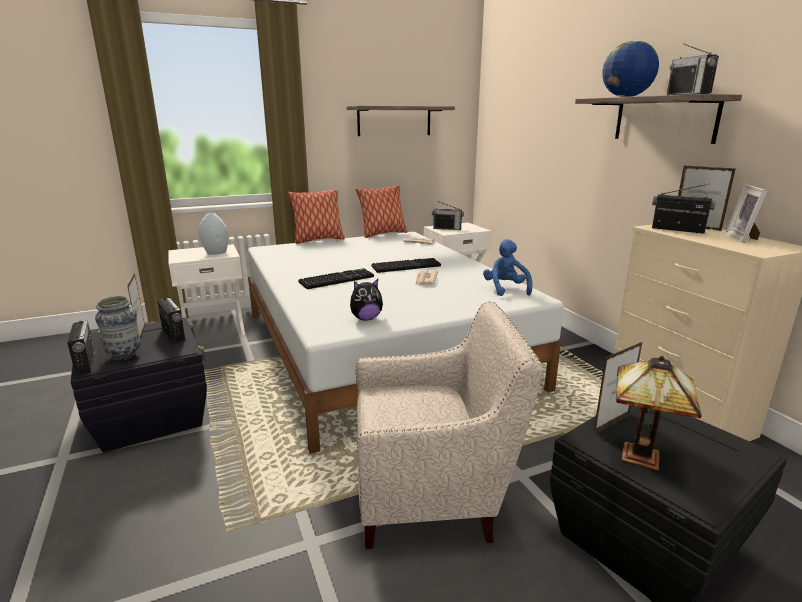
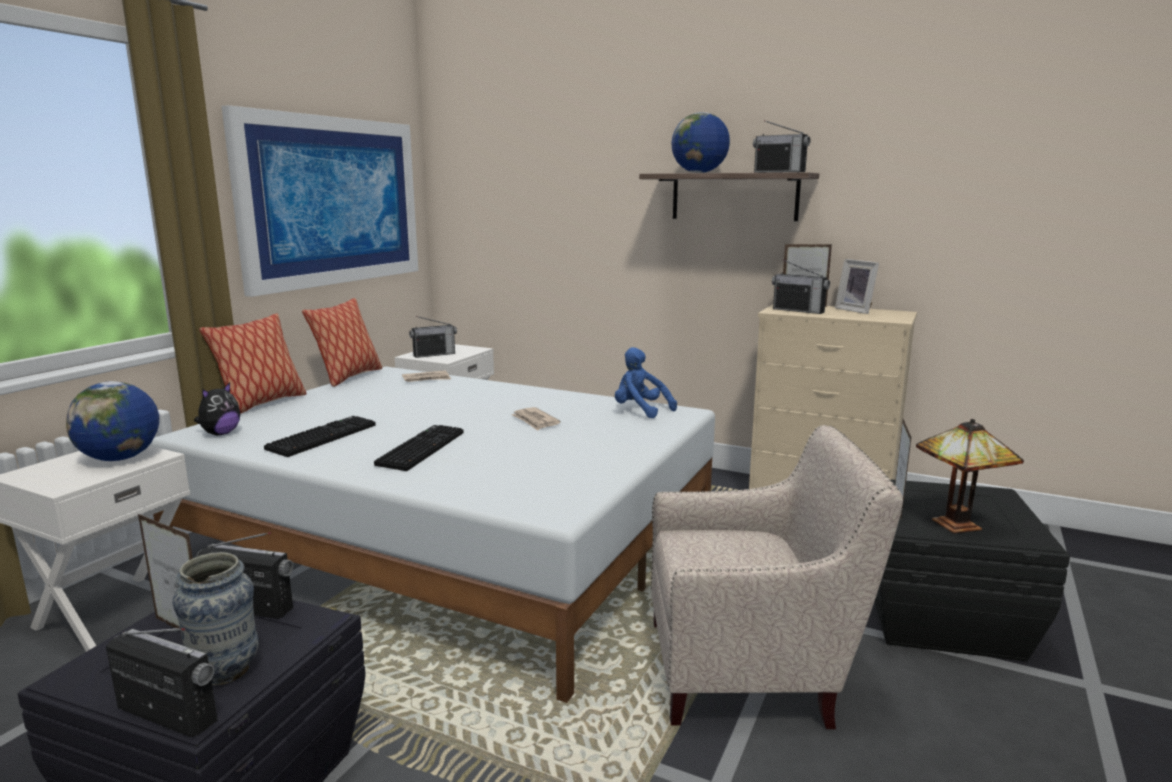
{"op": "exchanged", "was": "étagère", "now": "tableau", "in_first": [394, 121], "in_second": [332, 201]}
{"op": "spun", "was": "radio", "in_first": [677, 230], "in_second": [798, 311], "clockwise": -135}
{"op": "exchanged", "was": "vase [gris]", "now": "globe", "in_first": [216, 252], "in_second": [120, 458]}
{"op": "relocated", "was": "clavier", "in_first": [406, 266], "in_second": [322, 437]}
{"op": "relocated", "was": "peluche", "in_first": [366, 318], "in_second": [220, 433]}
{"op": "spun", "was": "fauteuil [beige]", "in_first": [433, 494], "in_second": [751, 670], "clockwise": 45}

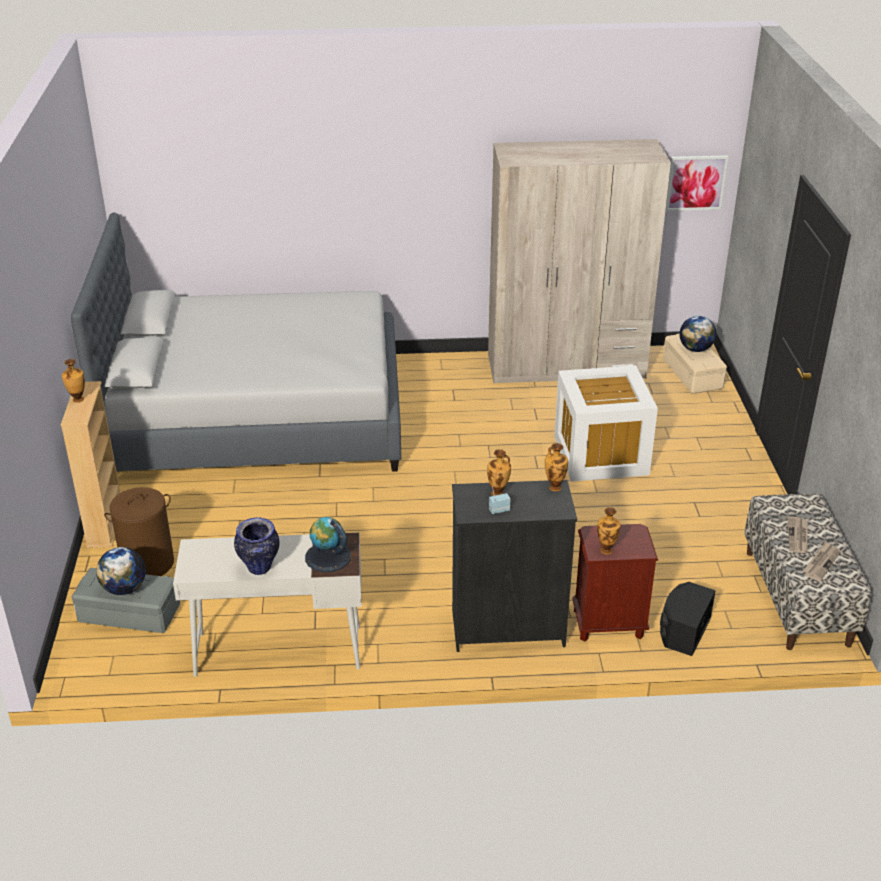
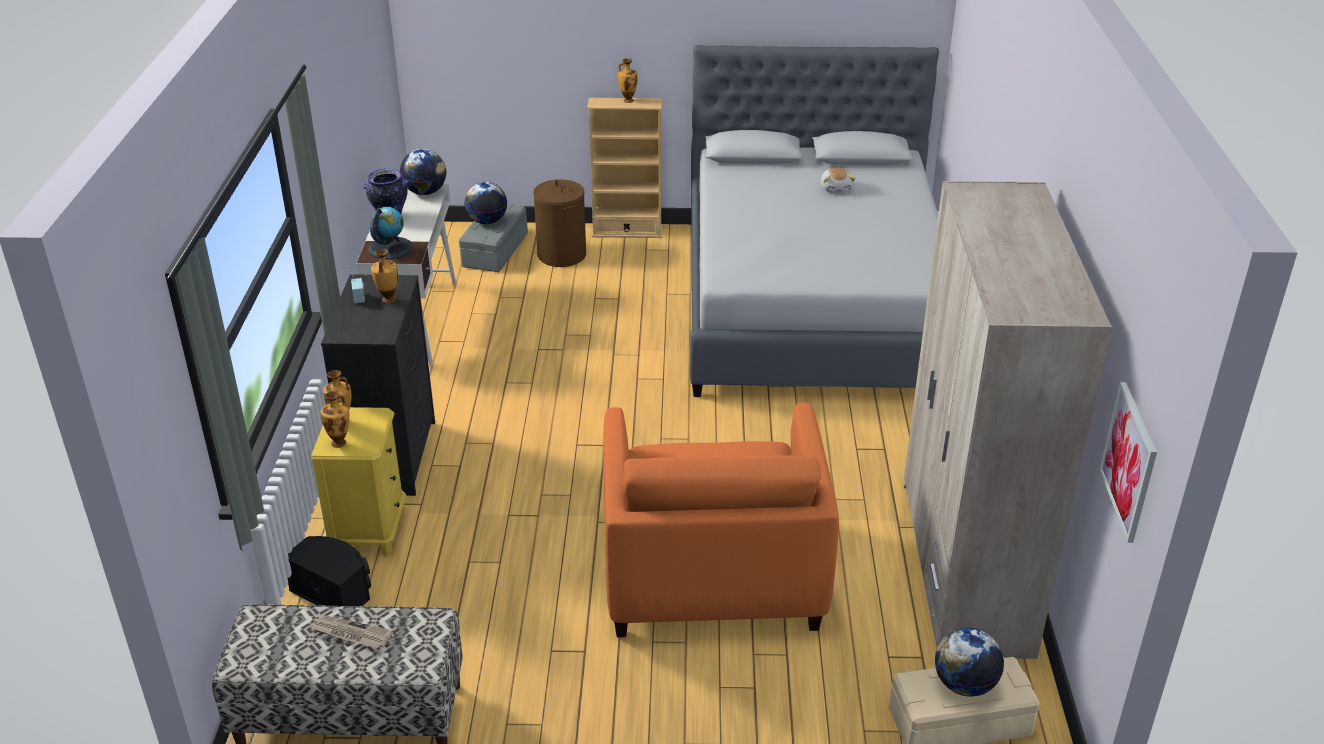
{"op": "exchanged", "was": "boîte de rangement [blanc]", "now": "fauteuil [orange]", "in_first": [602, 455], "in_second": [711, 573]}
{"op": "relocated", "was": "vase", "in_first": [554, 487], "in_second": [340, 443]}
{"op": "colour", "was": "table de chevet [marron]", "now": "table de chevet [jaune]", "in_first": [608, 624], "in_second": [370, 531]}
{"op": "missing", "was": "journal", "in_first": [821, 563]}
{"op": "appeared", "now": "globe", "in_second": [425, 192]}
{"op": "appeared", "now": "peluche", "in_second": [836, 188]}

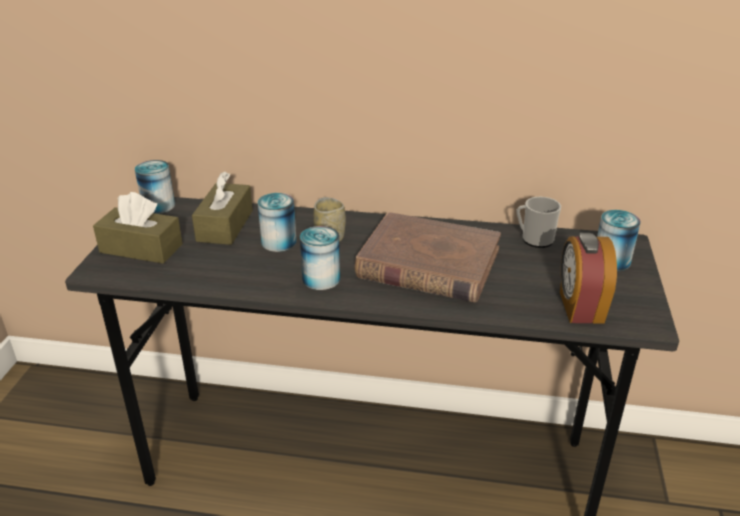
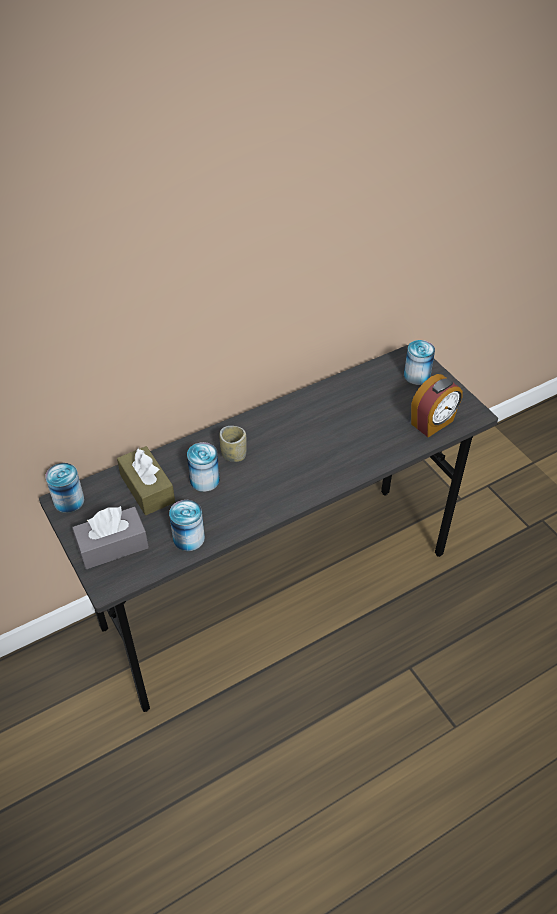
{"op": "colour", "was": "boîte à mouchoirs [marron]", "now": "boîte à mouchoirs [gris]", "in_first": [141, 248], "in_second": [112, 546]}
{"op": "missing", "was": "mug", "in_first": [534, 239]}
{"op": "missing", "was": "livre [marron]", "in_first": [428, 263]}
{"op": "relocated", "was": "boîte métallique", "in_first": [321, 279], "in_second": [189, 538]}
{"op": "spun", "was": "réveil", "in_first": [579, 307], "in_second": [433, 423], "clockwise": -90}

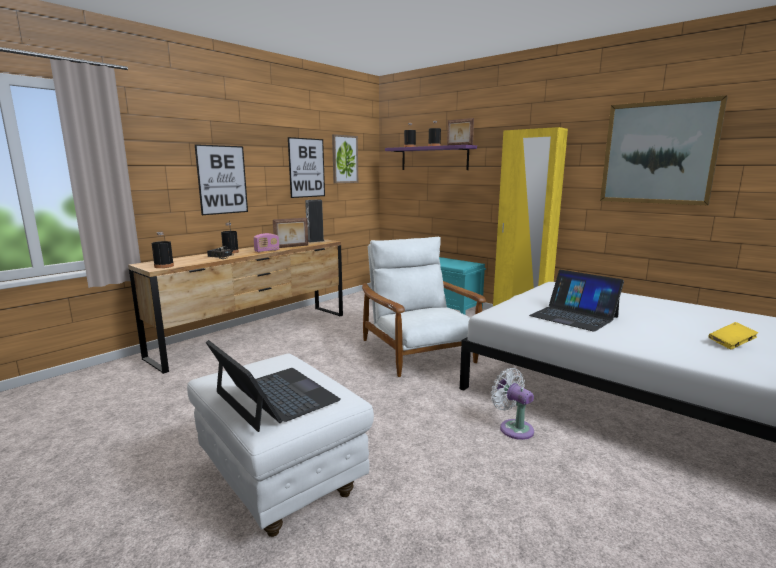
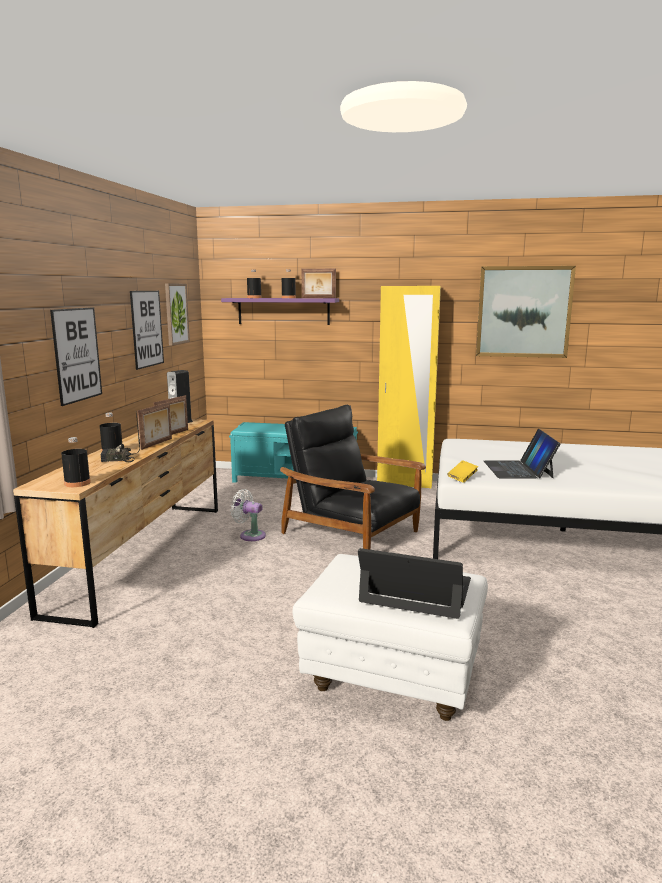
{"op": "exchanged", "was": "radio", "now": "cadre photo", "in_first": [267, 251], "in_second": [157, 444]}
{"op": "colour", "was": "fauteuil [blanc]", "now": "fauteuil [noir]", "in_first": [418, 351], "in_second": [352, 533]}
{"op": "spun", "was": "ordinateur portable", "in_first": [573, 316], "in_second": [518, 469], "clockwise": 75}
{"op": "relocated", "was": "livre [jaune]", "in_first": [731, 344], "in_second": [462, 478]}
{"op": "relocated", "was": "ventilateur [blanc]", "in_first": [513, 428], "in_second": [250, 535]}

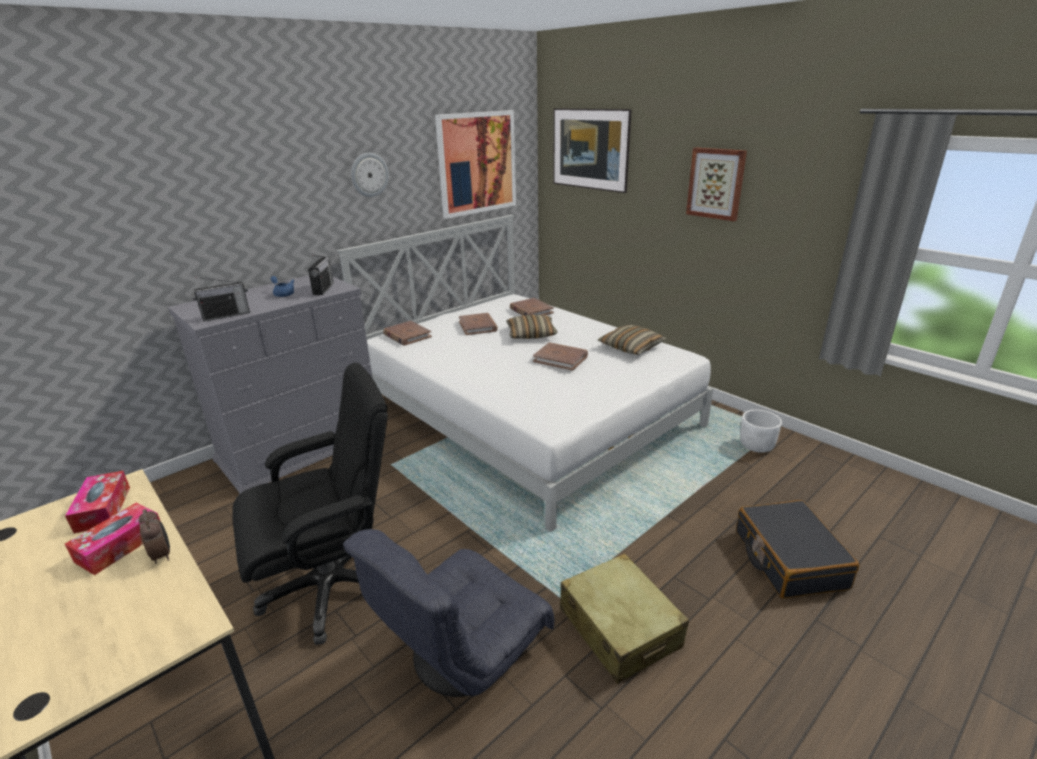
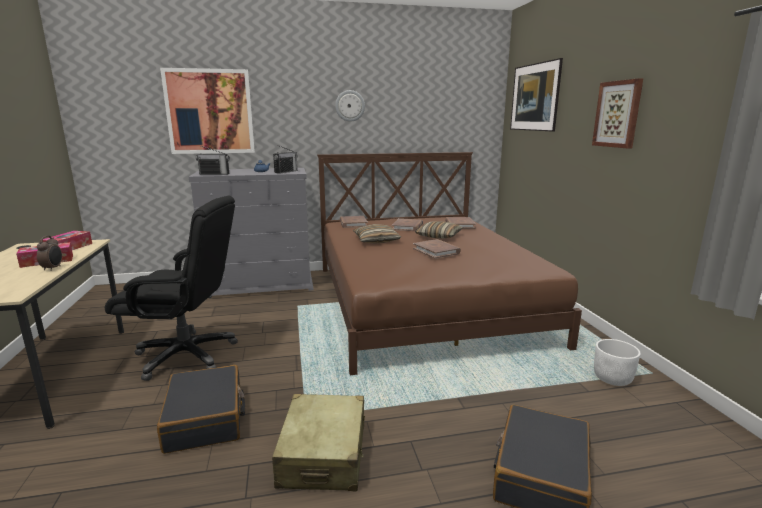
{"op": "relocated", "was": "tableau", "in_first": [477, 163], "in_second": [210, 112]}
{"op": "colour", "was": "lit [blanc]", "now": "lit [marron]", "in_first": [527, 414], "in_second": [422, 302]}
{"op": "relocated", "was": "coussin", "in_first": [631, 347], "in_second": [376, 240]}
{"op": "exchanged", "was": "fauteuil [gris]", "now": "valise [noir]", "in_first": [460, 652], "in_second": [206, 419]}

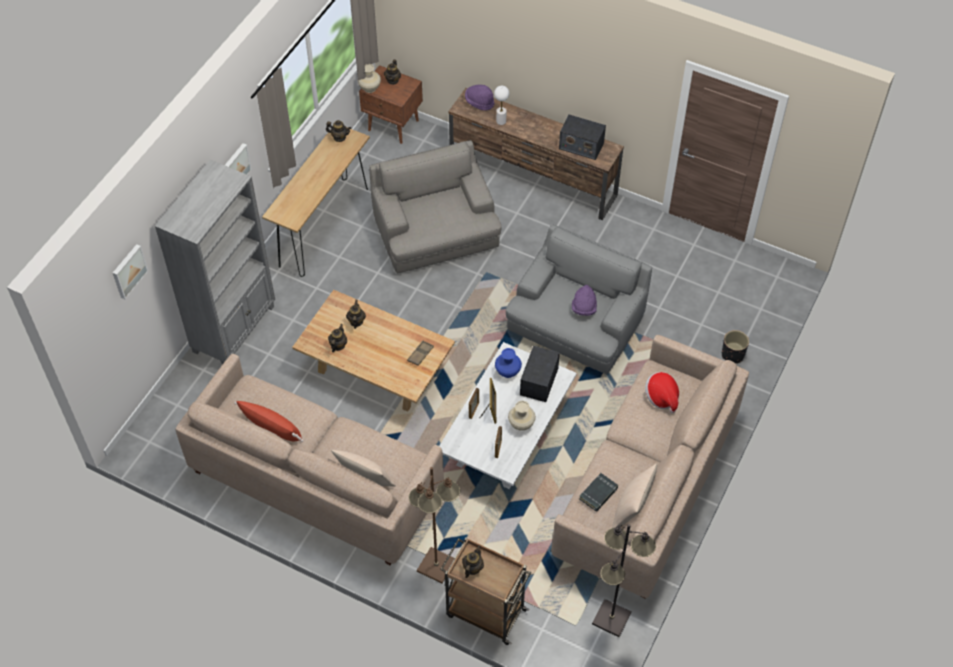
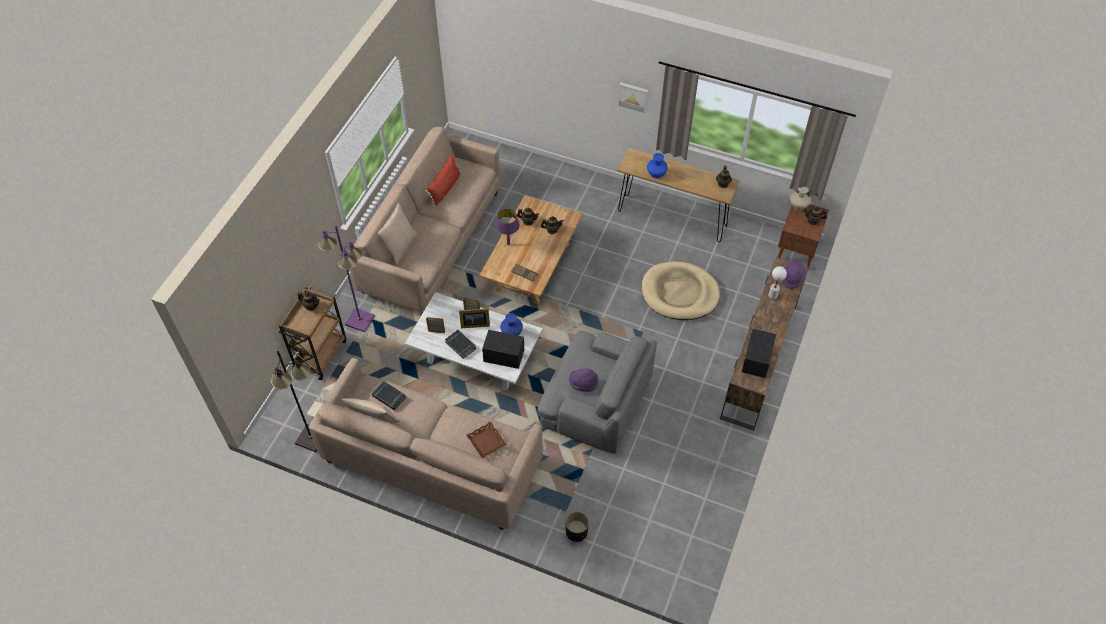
{"op": "exchanged", "was": "fauteuil [gris]", "now": "panier pour chien [beige]", "in_first": [436, 233], "in_second": [679, 293]}
{"op": "missing", "was": "bibliothèque [gris]", "in_first": [235, 328]}
{"op": "missing", "was": "tableau", "in_first": [128, 270]}
{"op": "exchanged", "was": "chapeau", "now": "plateau [marron]", "in_first": [661, 397], "in_second": [486, 441]}
{"op": "exchanged", "was": "vase [beige]", "now": "livre [noir]", "in_first": [521, 424], "in_second": [460, 345]}
{"op": "colour", "was": "lampadaire [marron]", "now": "lampadaire [violet]", "in_first": [435, 566], "in_second": [360, 320]}
{"op": "appeared", "now": "vase [bleu]", "in_second": [656, 174]}
{"op": "appeared", "now": "lampe de table [violet]", "in_second": [508, 244]}

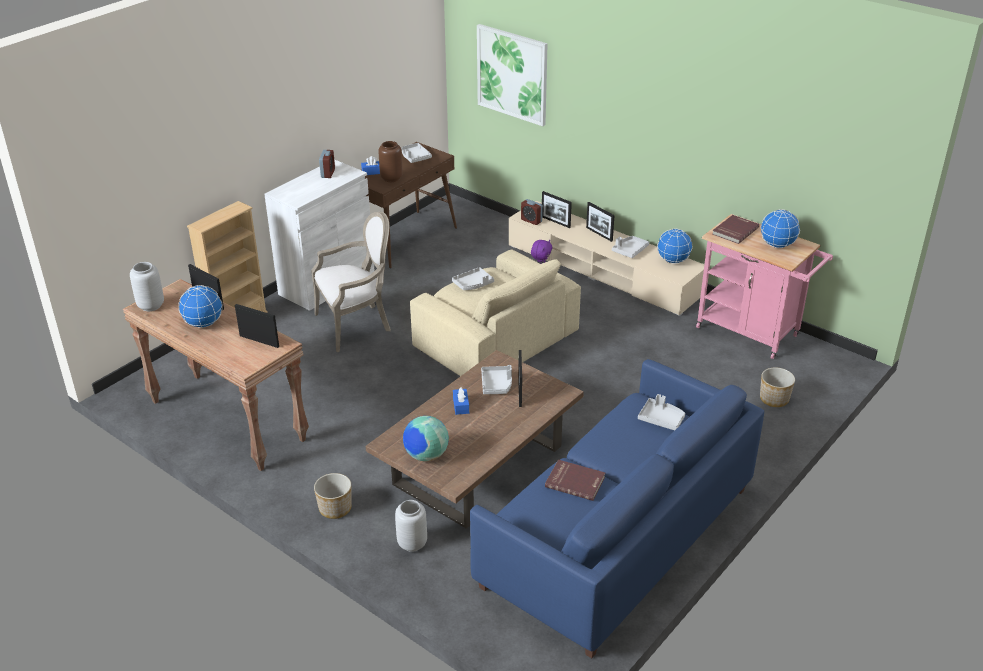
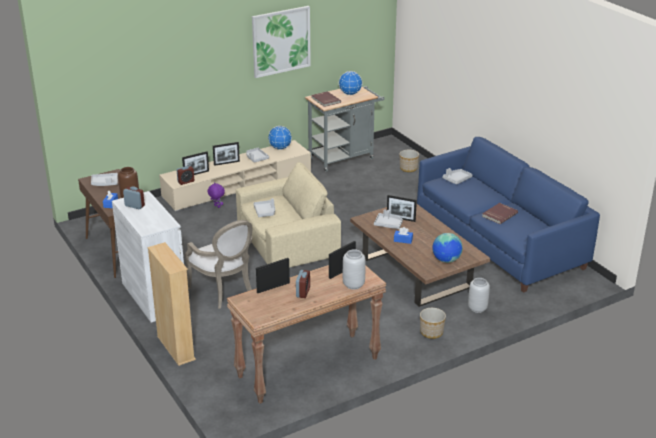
{"op": "relocated", "was": "tableau", "in_first": [512, 74], "in_second": [281, 41]}
{"op": "spun", "was": "fauteuil", "in_first": [357, 325], "in_second": [225, 292], "clockwise": 150}
{"op": "colour", "was": "chariot [rose]", "now": "chariot [gris]", "in_first": [753, 333], "in_second": [344, 158]}
{"op": "relocated", "was": "vase [gris]", "in_first": [151, 306], "in_second": [354, 285]}
{"op": "exchanged", "was": "globe", "now": "réveil", "in_first": [204, 323], "in_second": [303, 292]}

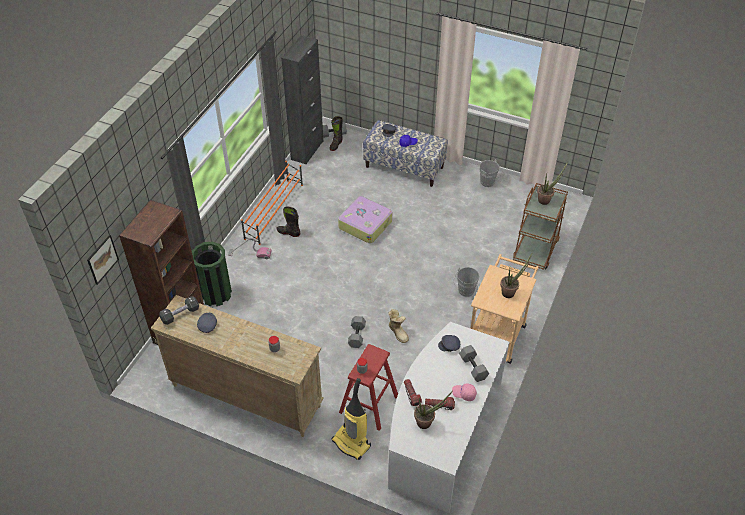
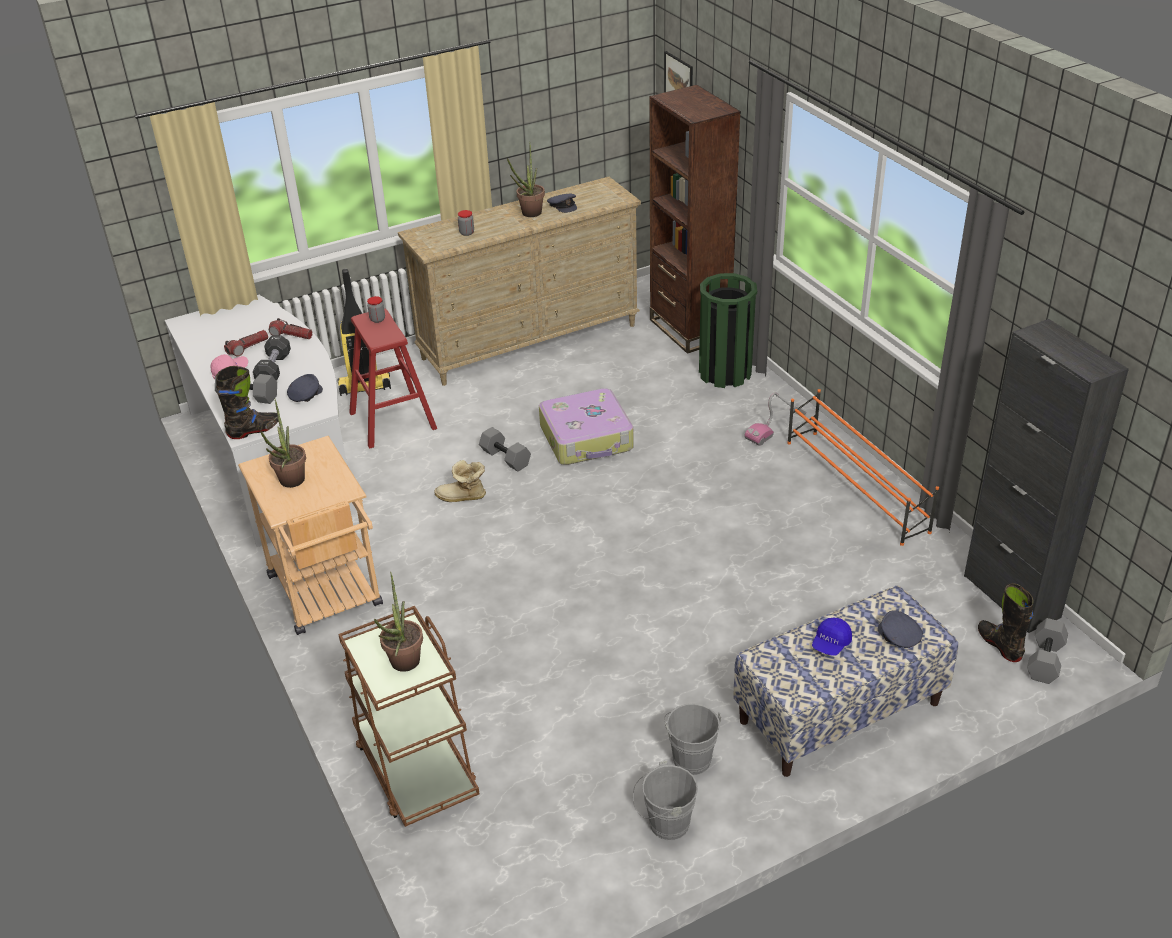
{"op": "relocated", "was": "valise", "in_first": [365, 224], "in_second": [587, 438]}
{"op": "relocated", "was": "botte [noir]", "in_first": [288, 232], "in_second": [254, 430]}
{"op": "relocated", "was": "seau [gris]", "in_first": [465, 291], "in_second": [691, 756]}
{"op": "relocated", "was": "haltère [noir]", "in_first": [180, 314], "in_second": [274, 369]}
{"op": "relocated", "was": "plante en pot", "in_first": [427, 422], "in_second": [529, 214]}

